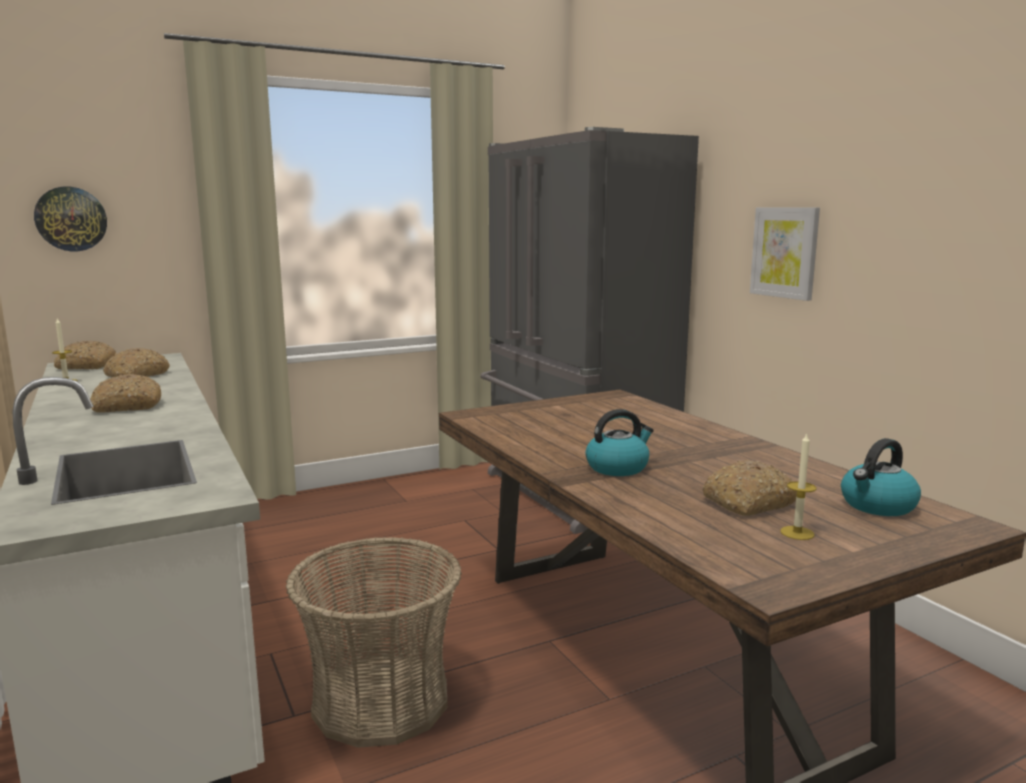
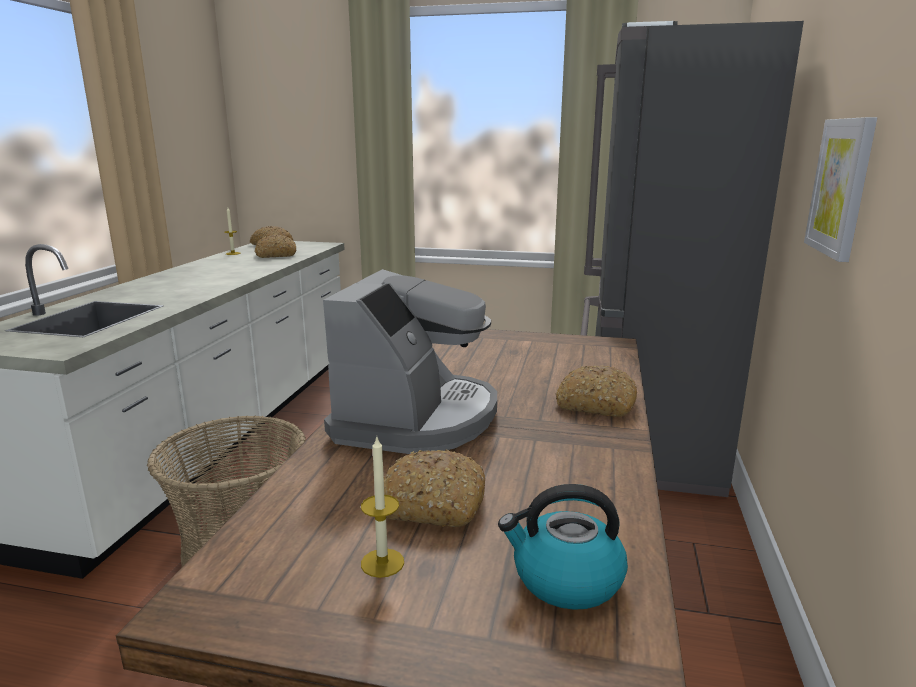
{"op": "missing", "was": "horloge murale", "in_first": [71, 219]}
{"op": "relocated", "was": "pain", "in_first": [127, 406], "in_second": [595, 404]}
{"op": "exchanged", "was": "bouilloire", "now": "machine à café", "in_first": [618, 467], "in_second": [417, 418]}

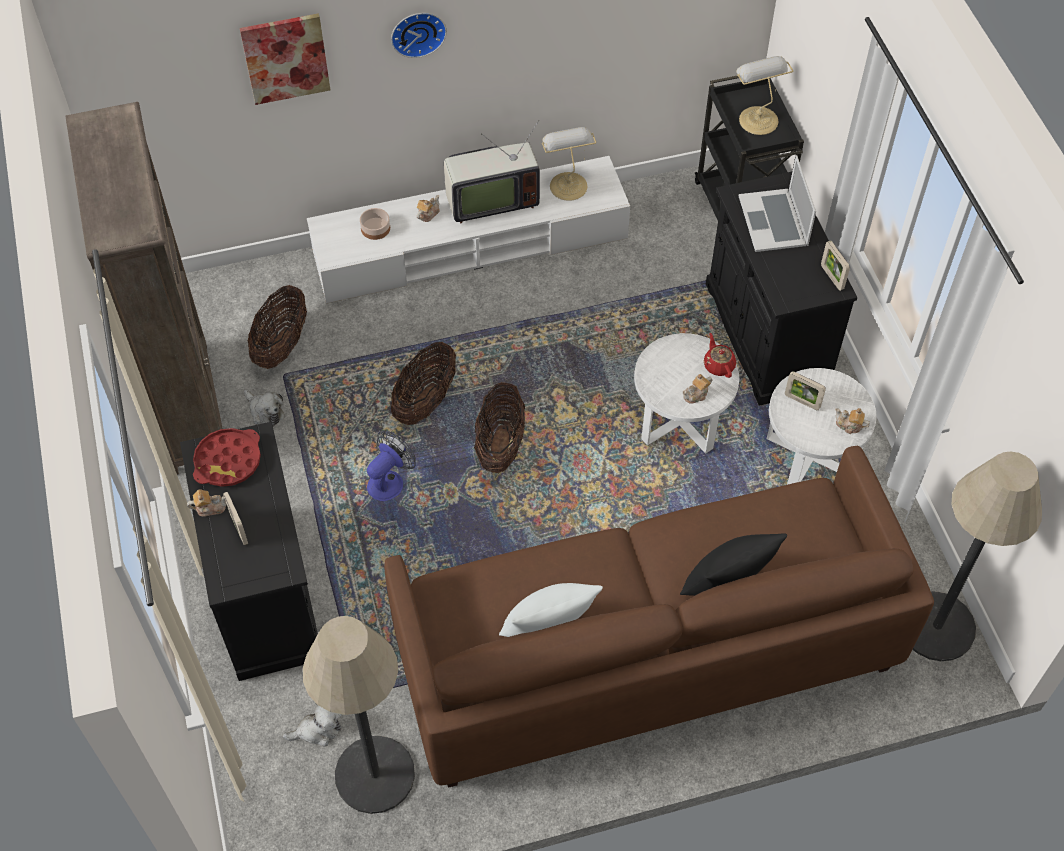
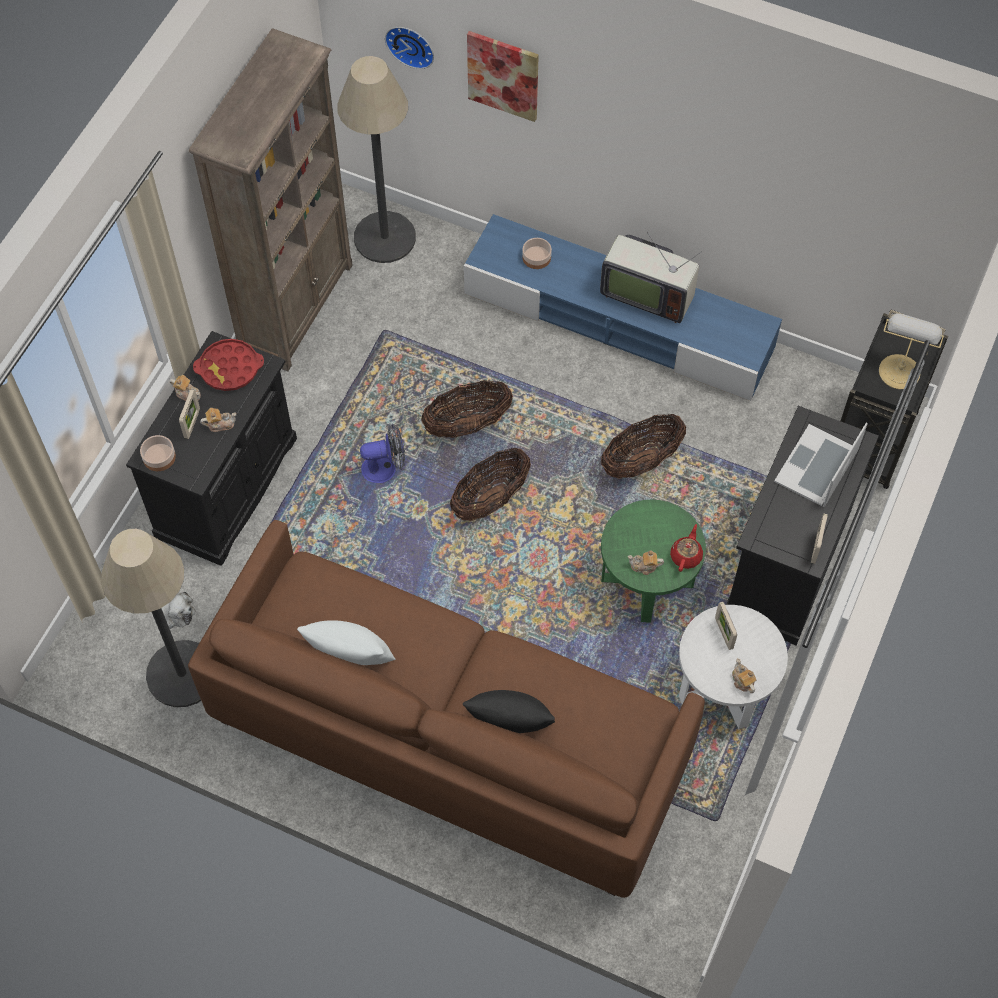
{"op": "relocated", "was": "horloge murale", "in_first": [417, 32], "in_second": [411, 44]}
{"op": "missing", "was": "lampe de table", "in_first": [567, 184]}
{"op": "colour", "was": "meuble télé [blanc]", "now": "meuble télé [bleu]", "in_first": [471, 246], "in_second": [619, 322]}
{"op": "relocated", "was": "théière", "in_first": [428, 214], "in_second": [220, 424]}
{"op": "relocated", "was": "panier", "in_first": [281, 345], "in_second": [641, 461]}
{"op": "colour", "was": "table d'appoint [blanc]", "now": "table d'appoint [vert]", "in_first": [680, 420], "in_second": [647, 581]}
{"op": "missing", "was": "peluche", "in_first": [265, 412]}
{"op": "relocated", "was": "lampadaire", "in_first": [936, 626], "in_second": [384, 237]}
{"op": "appeared", "now": "bol", "in_second": [159, 456]}

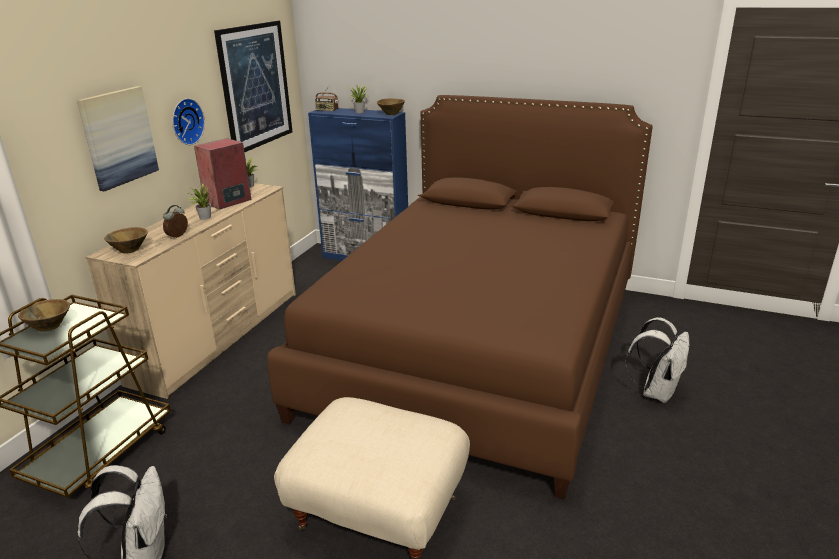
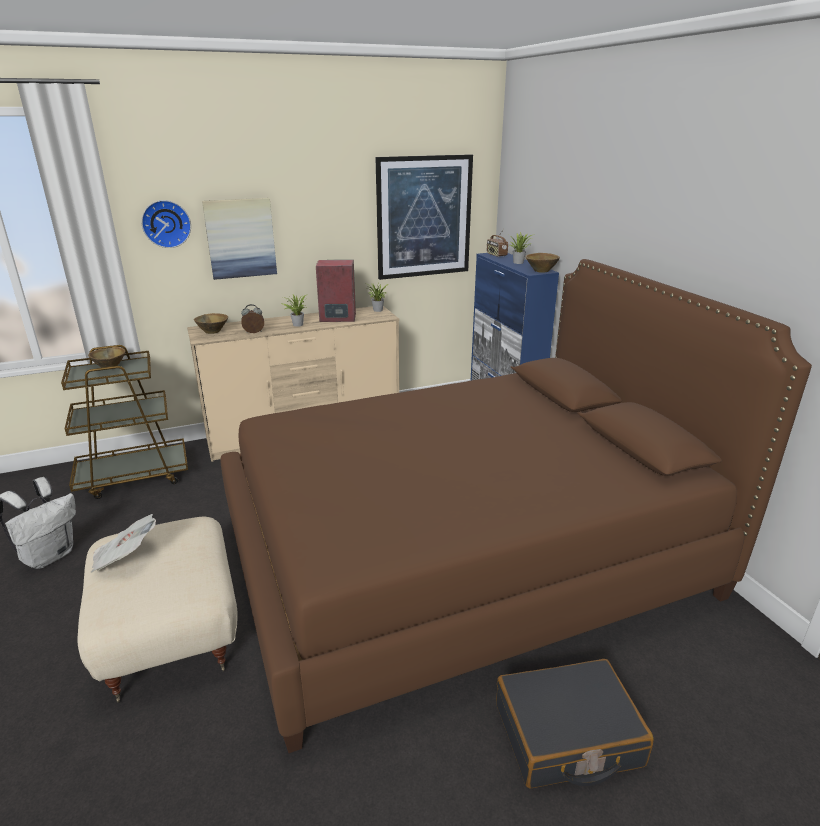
{"op": "relocated", "was": "horloge murale", "in_first": [185, 121], "in_second": [166, 223]}
{"op": "exchanged", "was": "sac à dos [blanc]", "now": "valise [noir]", "in_first": [656, 392], "in_second": [567, 735]}
{"op": "appeared", "now": "journal", "in_second": [125, 557]}

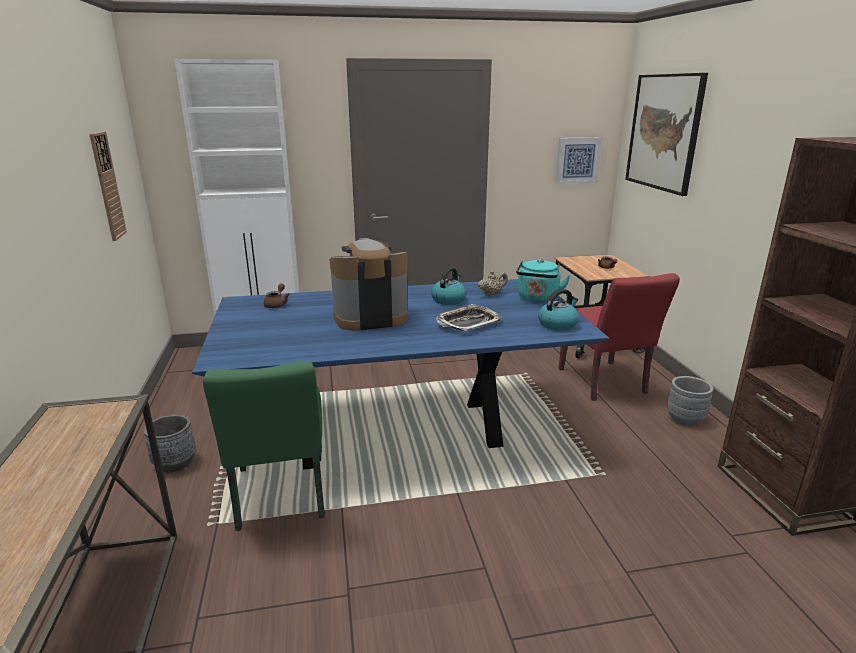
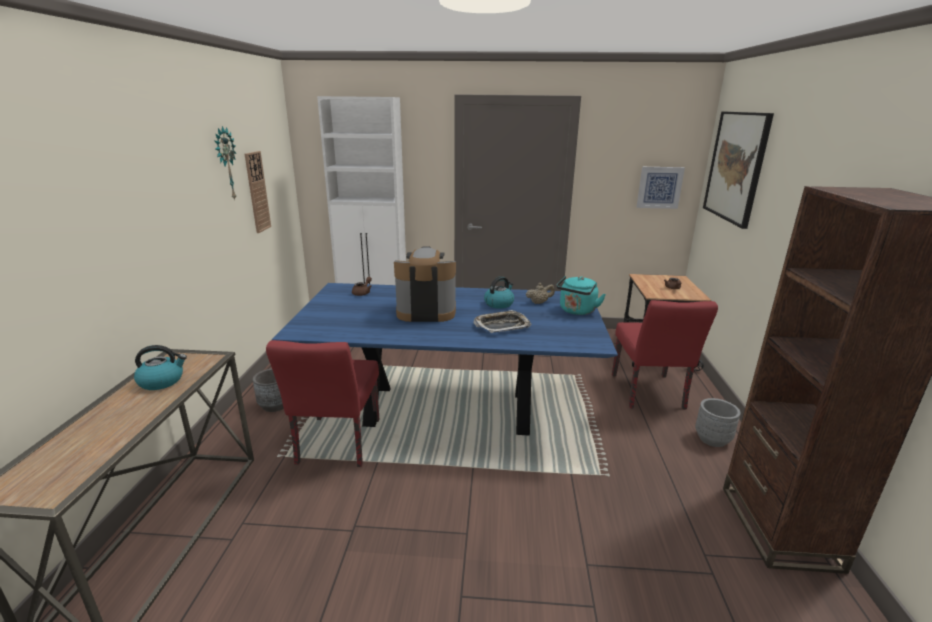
{"op": "relocated", "was": "bouilloire", "in_first": [558, 324], "in_second": [162, 381]}
{"op": "colour", "was": "chaise [vert]", "now": "chaise [rouge]", "in_first": [280, 498], "in_second": [336, 446]}
{"op": "appeared", "now": "horloge murale", "in_second": [225, 164]}

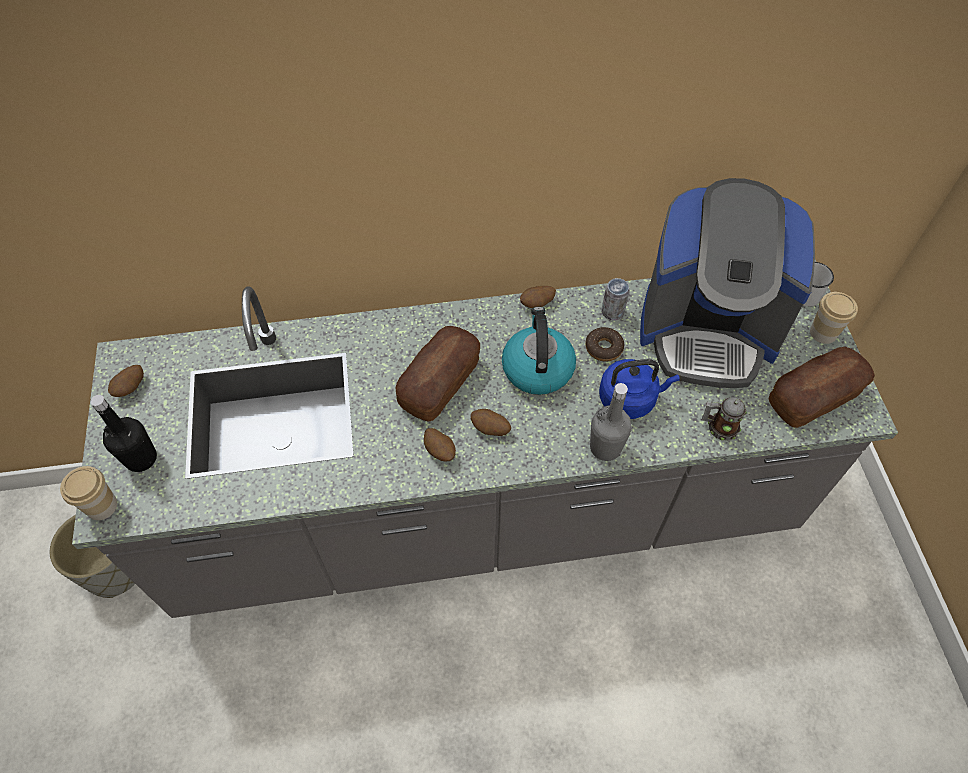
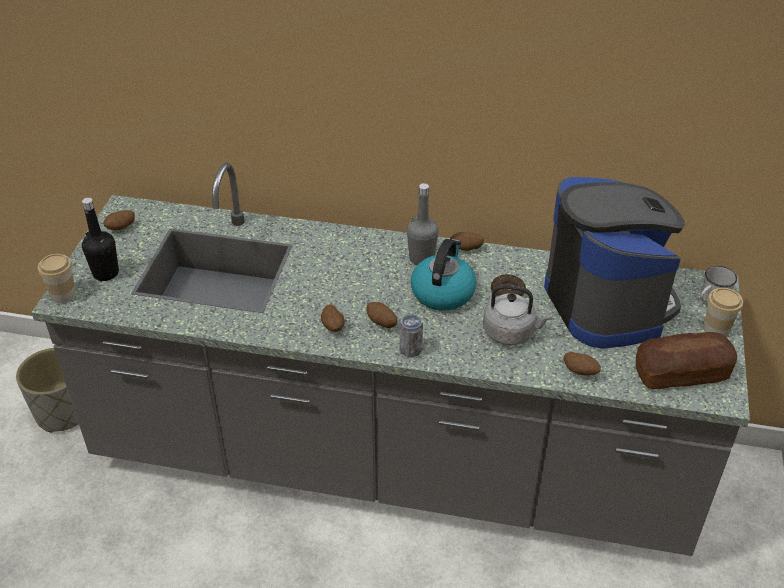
{"op": "spun", "was": "machine à café", "in_first": [707, 331], "in_second": [607, 302], "clockwise": -135}
{"op": "relocated", "was": "boîte métallique", "in_first": [612, 312], "in_second": [411, 349]}
{"op": "missing", "was": "pain", "in_first": [440, 383]}
{"op": "colour", "was": "bouilloire [bleu]", "now": "bouilloire [gris]", "in_first": [630, 399], "in_second": [511, 332]}
{"op": "relocated", "was": "bouteille [gris]", "in_first": [605, 447], "in_second": [421, 258]}
{"op": "exchanged", "was": "mug", "now": "pomme de terre", "in_first": [718, 427], "in_second": [580, 372]}

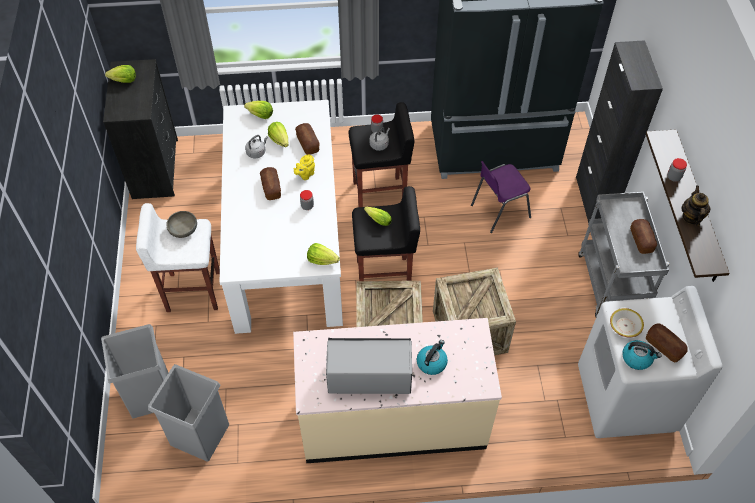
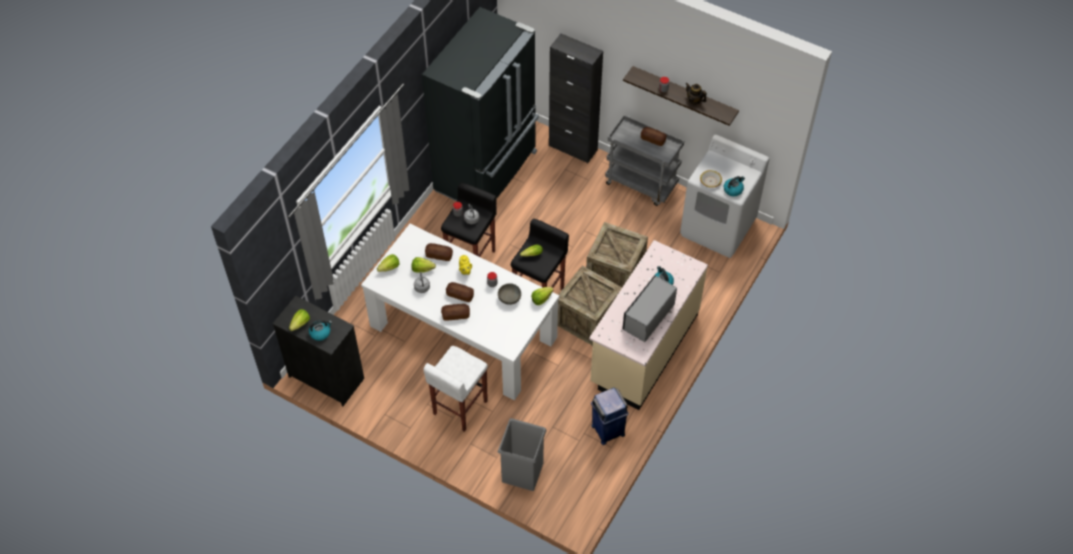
{"op": "missing", "was": "chaise [violet]", "in_first": [498, 211]}
{"op": "relocated", "was": "bol [gris]", "in_first": [183, 230], "in_second": [509, 298]}
{"op": "relocated", "was": "pain", "in_first": [664, 346], "in_second": [455, 315]}
{"op": "missing", "was": "poubelle [gris]", "in_first": [199, 434]}
{"op": "appeared", "now": "bouilloire", "in_second": [320, 333]}
{"op": "appeared", "now": "poubelle [bleu]", "in_second": [607, 429]}

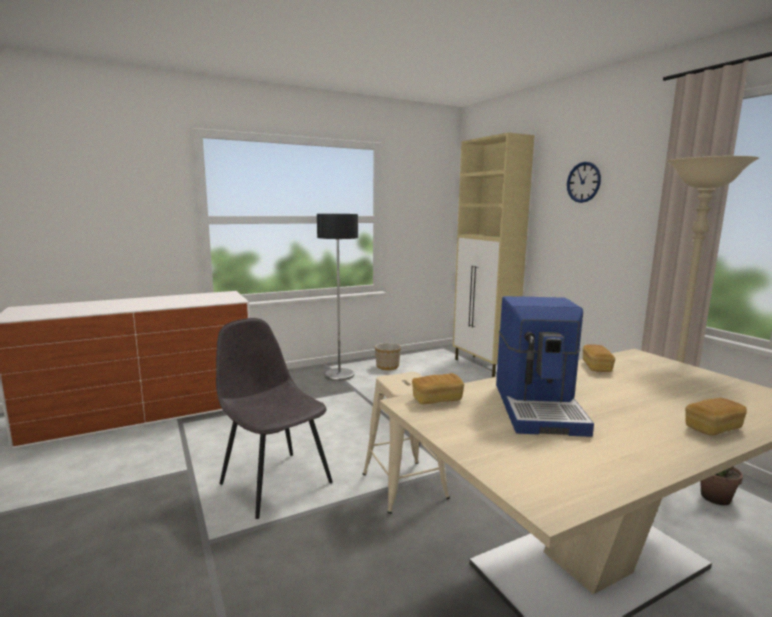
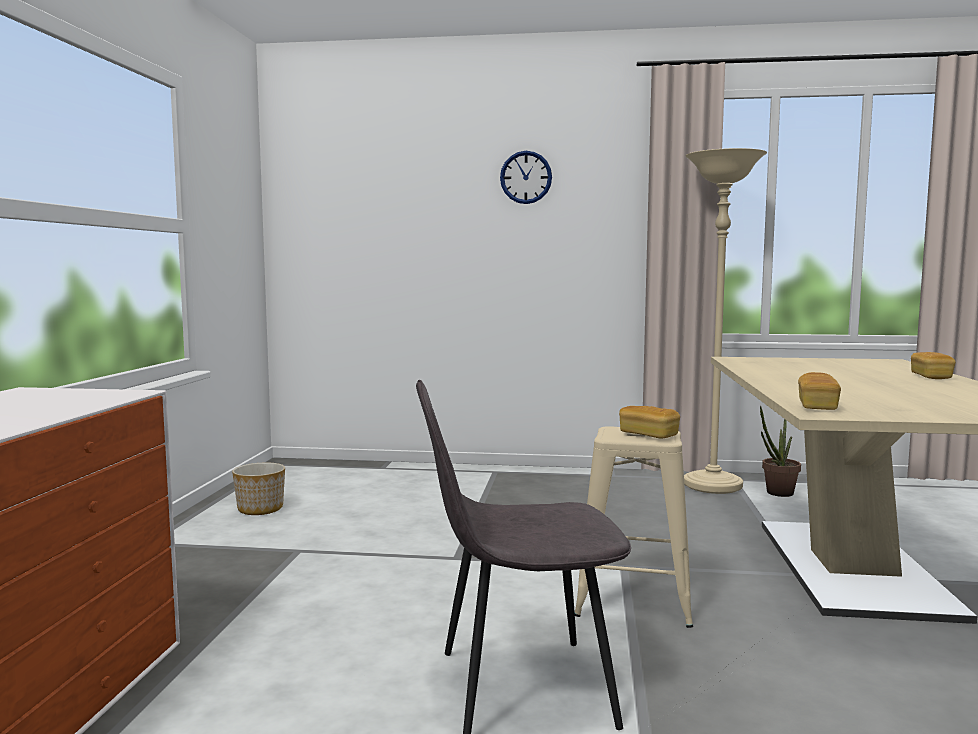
{"op": "missing", "was": "meuble de rangement [beige]", "in_first": [483, 367]}
{"op": "missing", "was": "lampadaire", "in_first": [339, 375]}
{"op": "missing", "was": "machine à café", "in_first": [539, 407]}
{"op": "relocated", "was": "pain", "in_first": [596, 367], "in_second": [648, 435]}

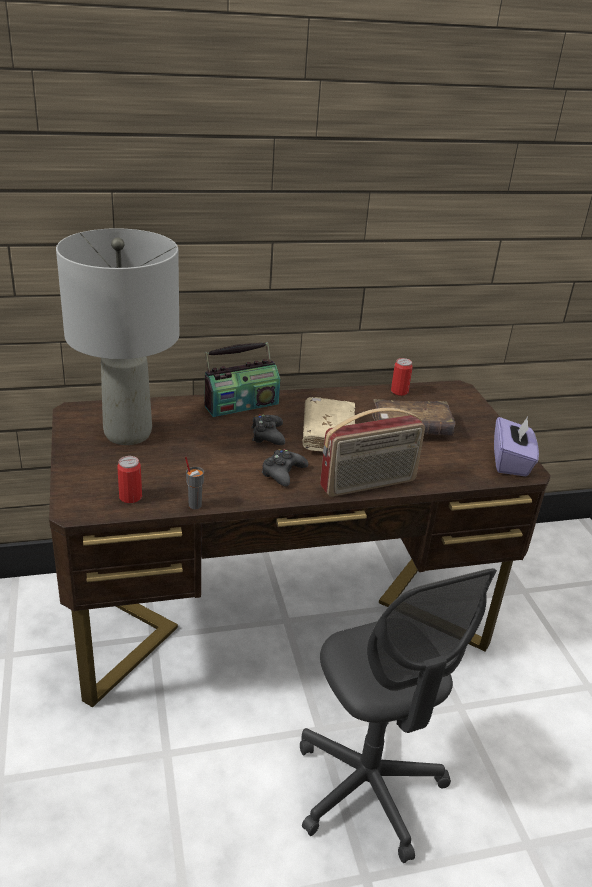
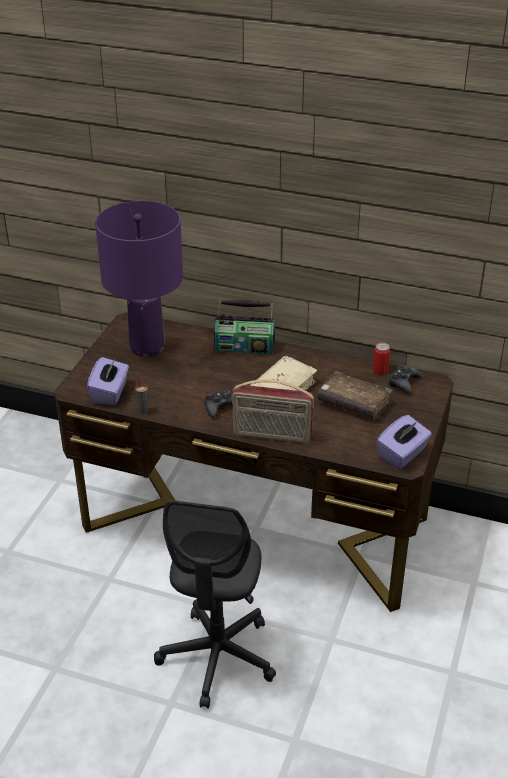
{"op": "colour", "was": "lampe de table [gris]", "now": "lampe de table [violet]", "in_first": [128, 433], "in_second": [147, 348]}
{"op": "relocated", "was": "manette [noir]", "in_first": [267, 435], "in_second": [403, 383]}
{"op": "exchanged", "was": "boîte métallique", "now": "boîte à mouchoirs [violet]", "in_first": [130, 497], "in_second": [110, 393]}

